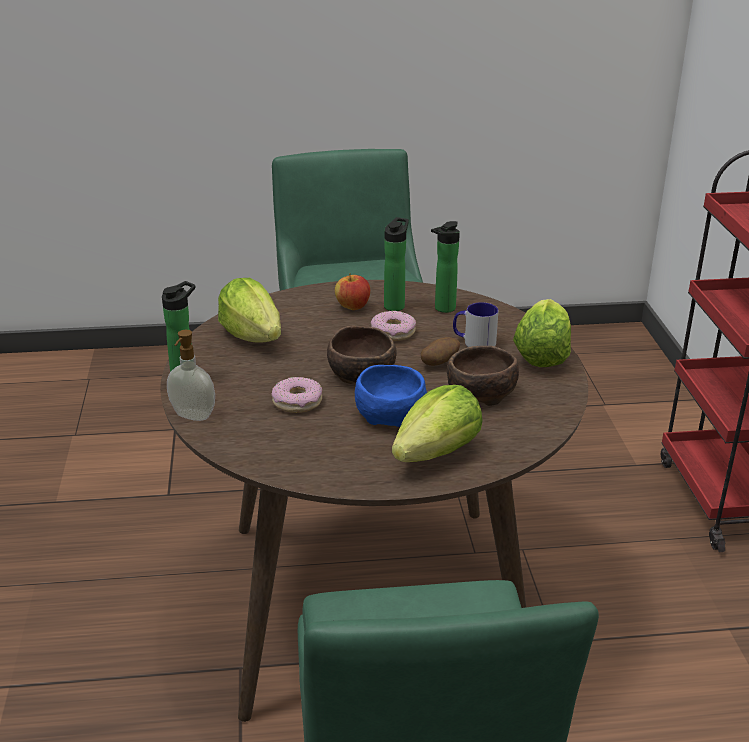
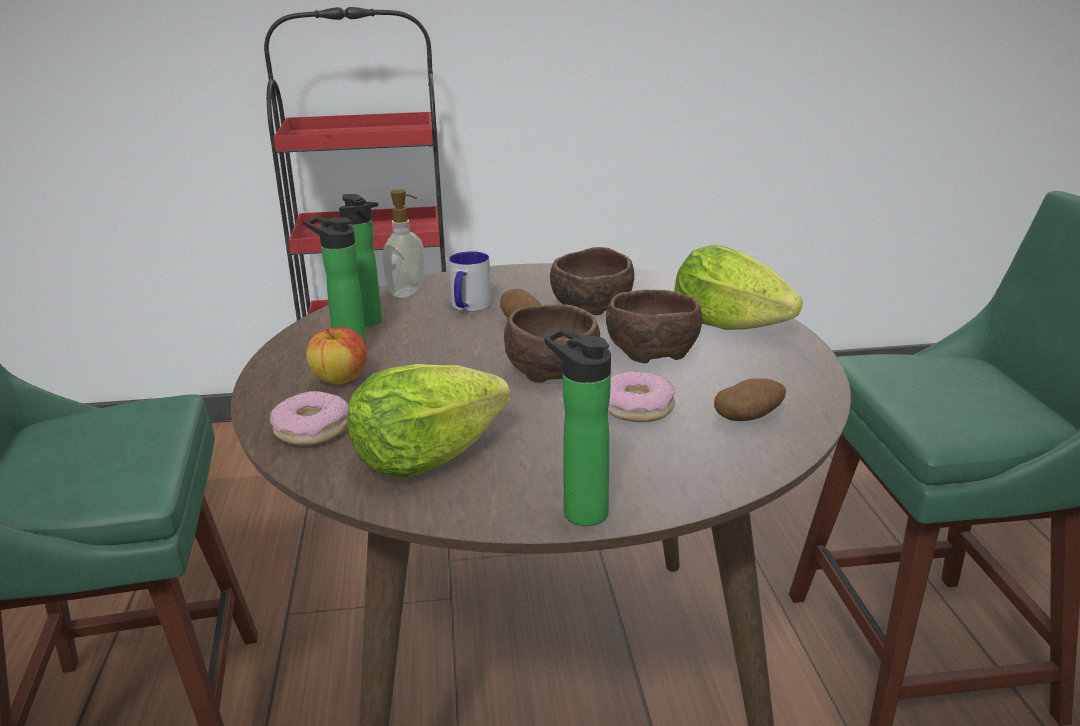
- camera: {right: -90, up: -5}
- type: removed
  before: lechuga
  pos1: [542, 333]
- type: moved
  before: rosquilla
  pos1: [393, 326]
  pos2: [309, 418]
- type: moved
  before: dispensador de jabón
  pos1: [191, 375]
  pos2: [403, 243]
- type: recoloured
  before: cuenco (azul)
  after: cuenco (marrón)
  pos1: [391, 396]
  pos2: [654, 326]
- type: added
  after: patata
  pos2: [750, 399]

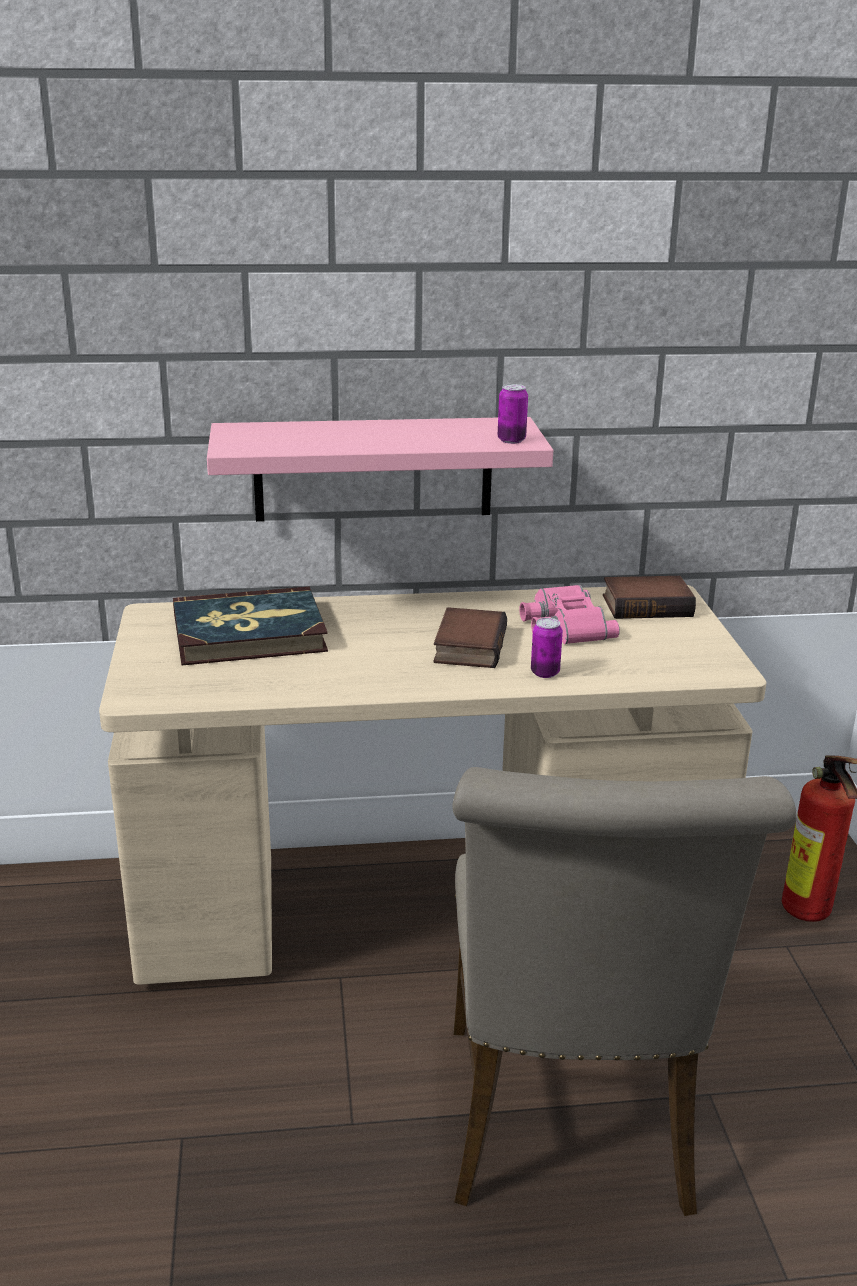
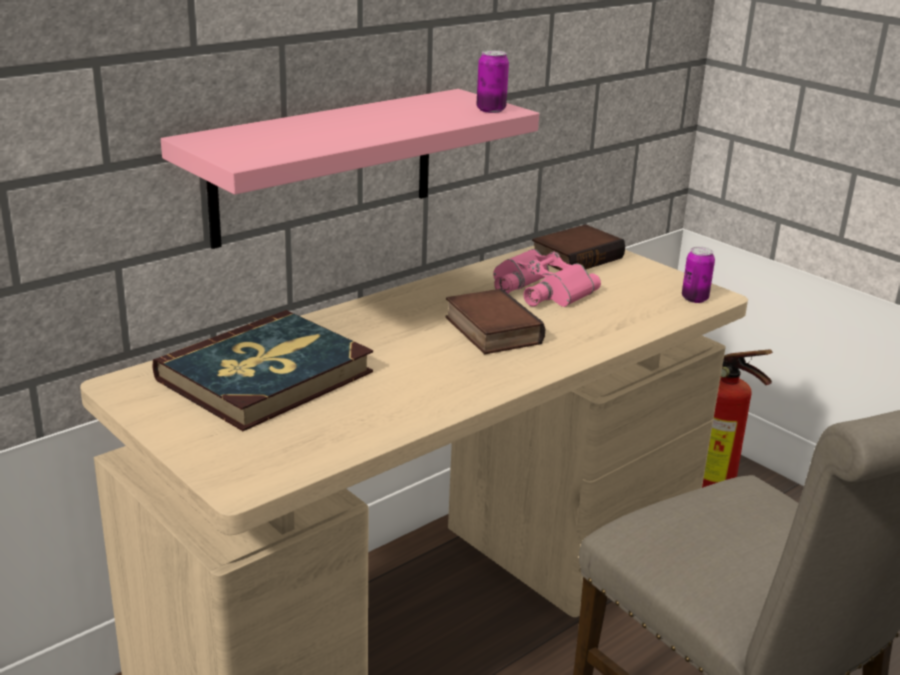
- camera: {right: -35, up: 0}
- type: moved
  before: lata
  pos1: [547, 648]
  pos2: [698, 275]

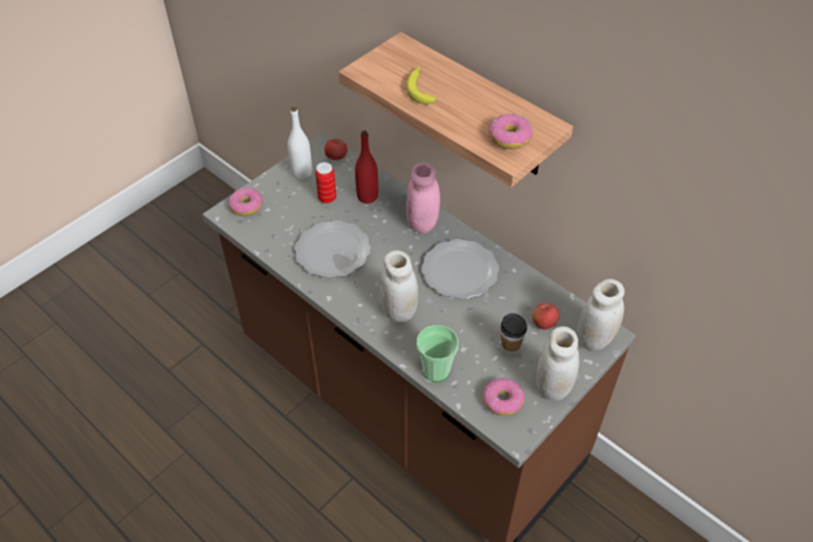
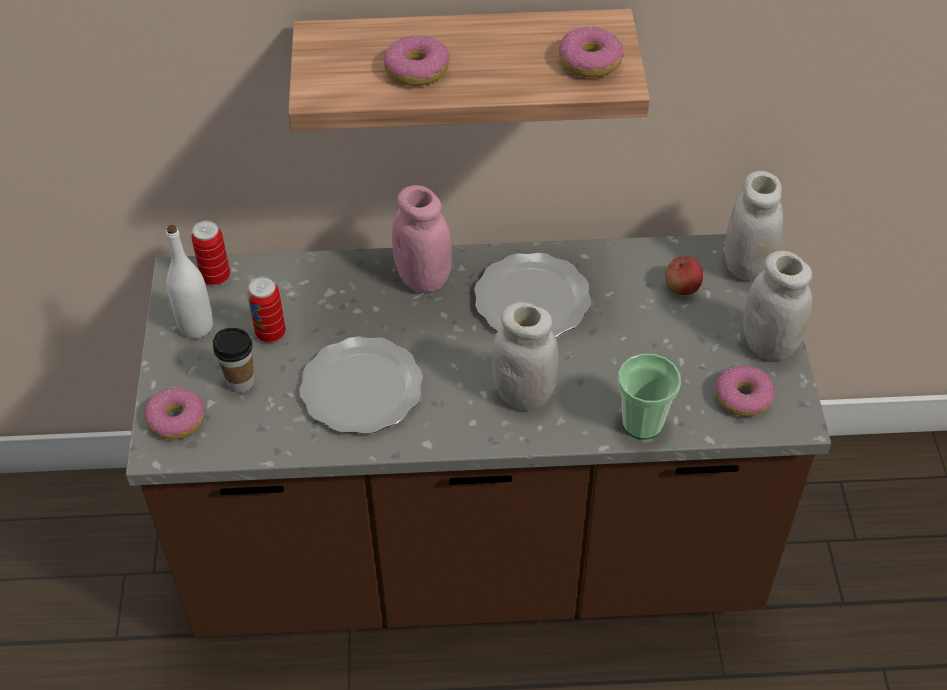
- camera: {right: -45, up: 0}
- type: replaced
  before: plátano
  after: rosquilla
  pos1: [421, 84]
  pos2: [417, 60]
- type: removed
  before: botella (rojo)
  pos1: [366, 167]
- type: replaced
  before: manzana
  after: lata
  pos1: [335, 149]
  pos2: [210, 252]
- type: moved
  before: taza
  pos1: [514, 335]
  pos2: [233, 360]

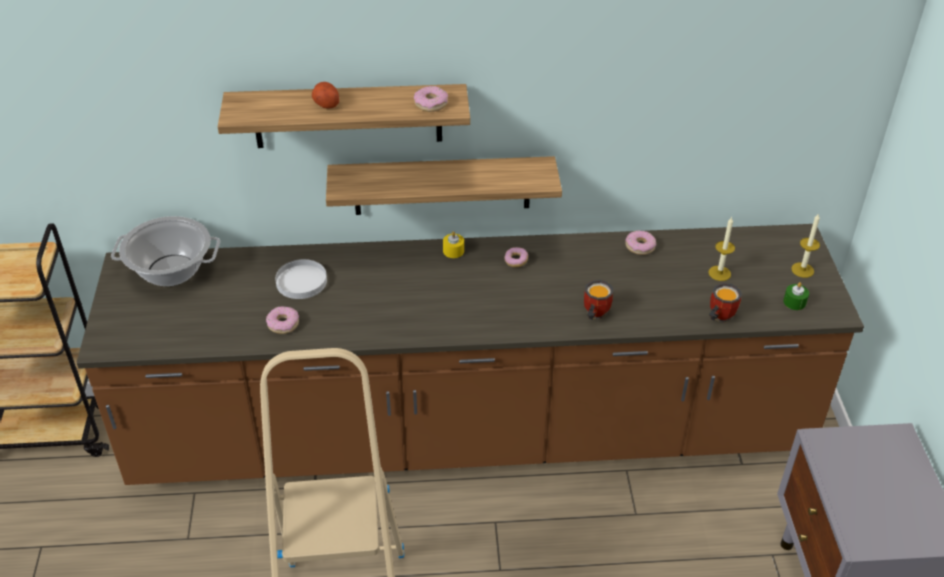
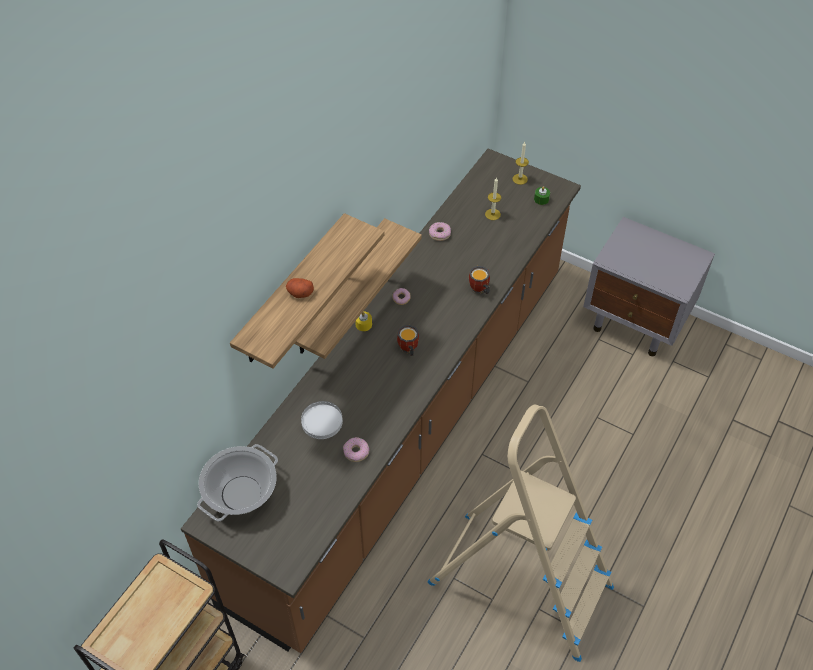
- camera: {right: -55, up: 10}
- type: removed
  before: rosquilla
  pos1: [431, 99]
- type: moved
  before: taza grande
  pos1: [725, 302]
  pos2: [408, 340]

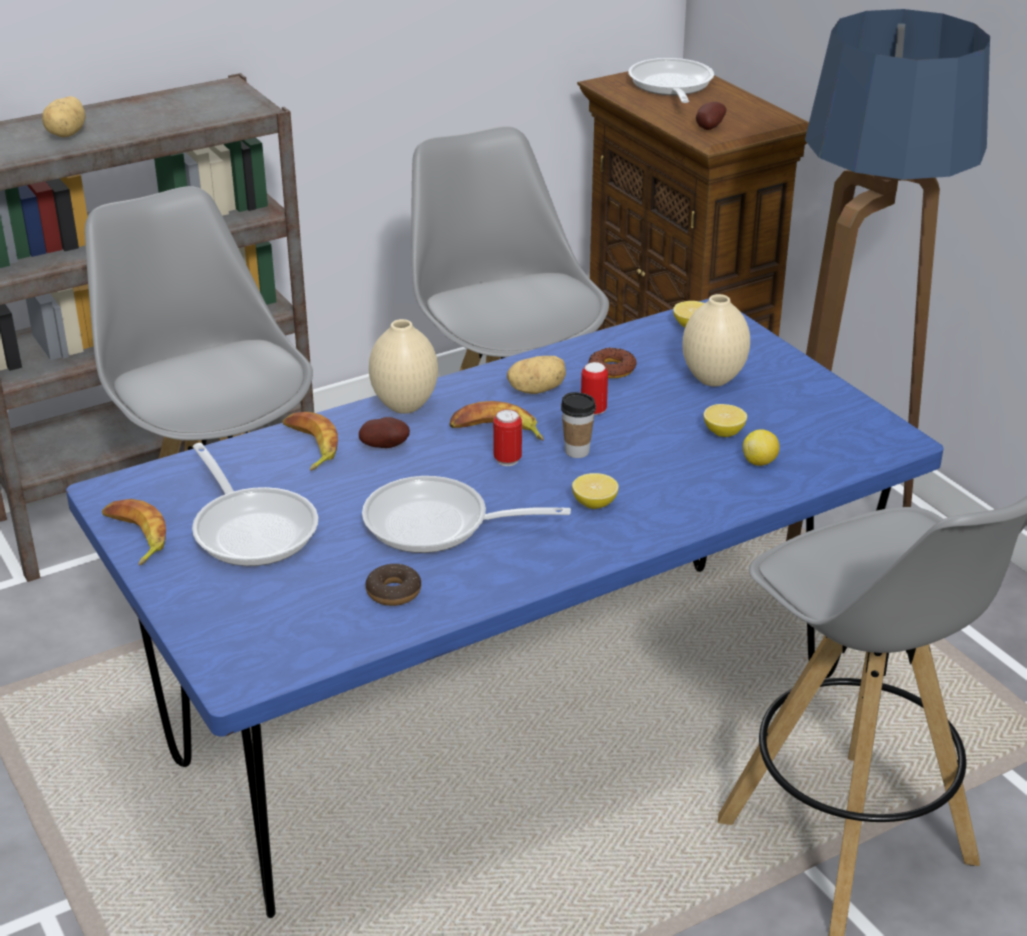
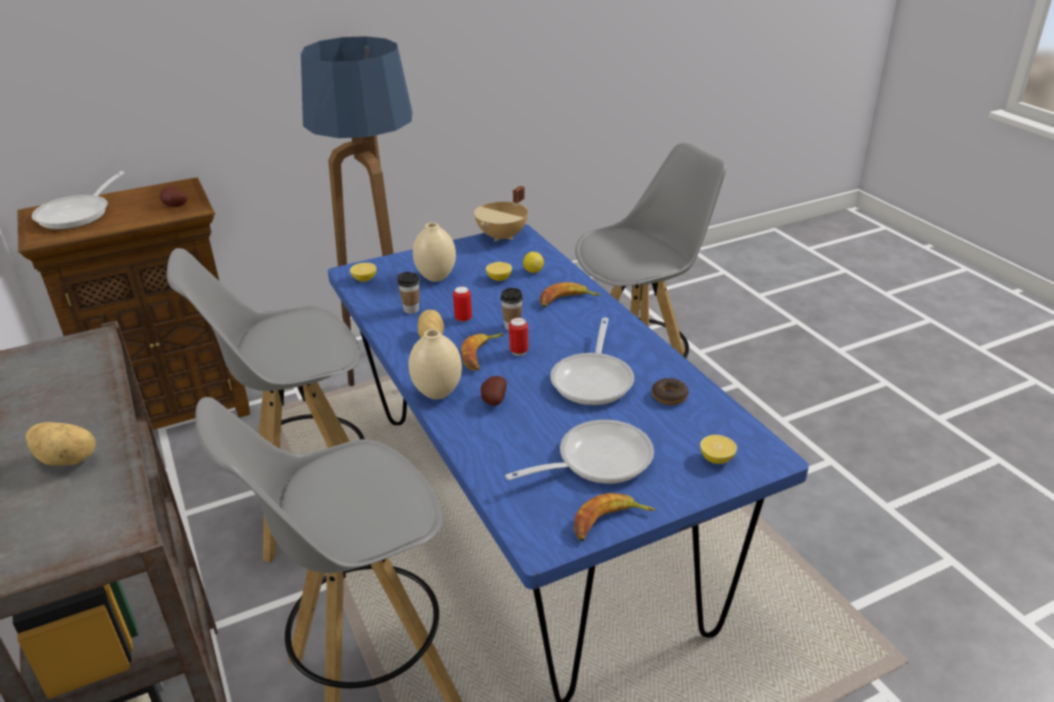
- camera: {right: -85, up: 0}
- type: turned
  before: sartén
  pos1: [671, 80]
  pos2: [78, 200]
  turn: -75
- type: replaced
  before: rosquilla
  after: taza
  pos1: [612, 362]
  pos2: [408, 293]
- type: moved
  before: plátano
  pos1: [310, 441]
  pos2: [570, 294]
- type: moved
  before: limón
  pos1: [595, 491]
  pos2: [718, 449]
- type: added
  after: olla (beis)
  pos2: [501, 214]

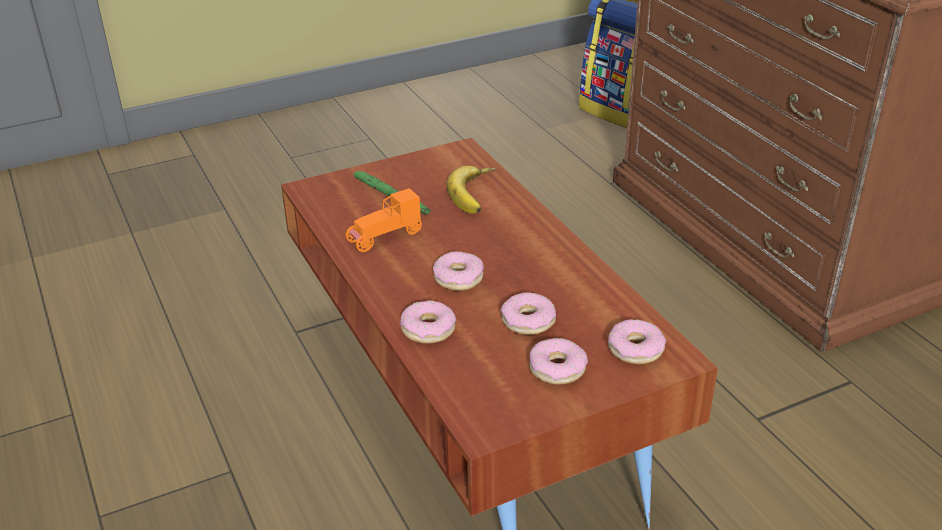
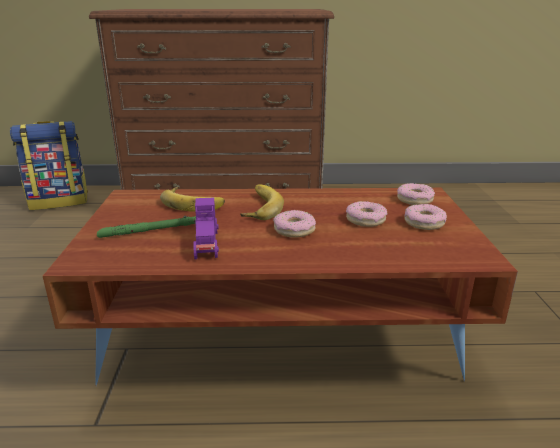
- camera: {right: -65, up: -10}
- type: recoloured
  before: coche de juguete (naranja)
  after: coche de juguete (morado)
  pos1: [383, 220]
  pos2: [206, 228]
- type: removed
  before: rosquilla
  pos1: [428, 322]
- type: added
  after: plátano
  pos2: [262, 202]

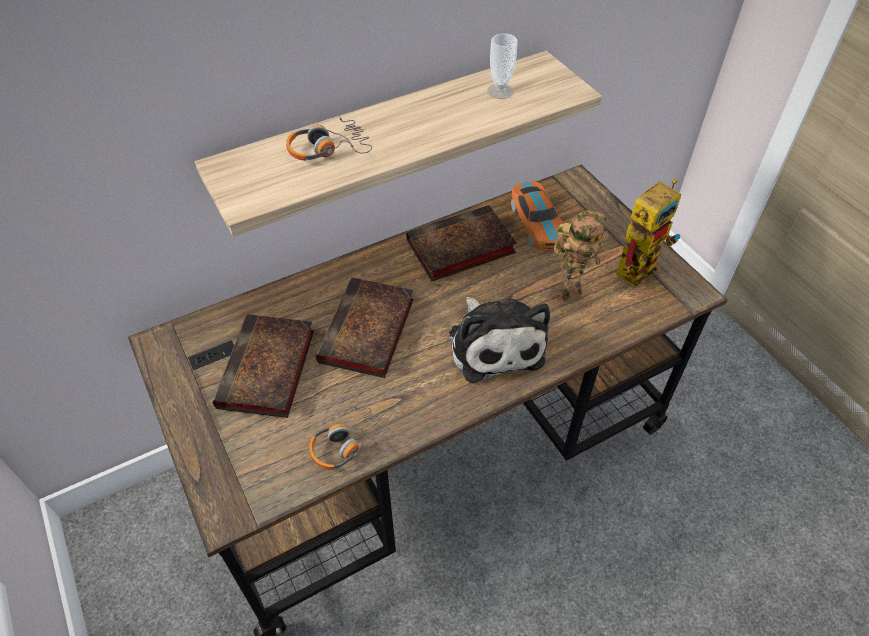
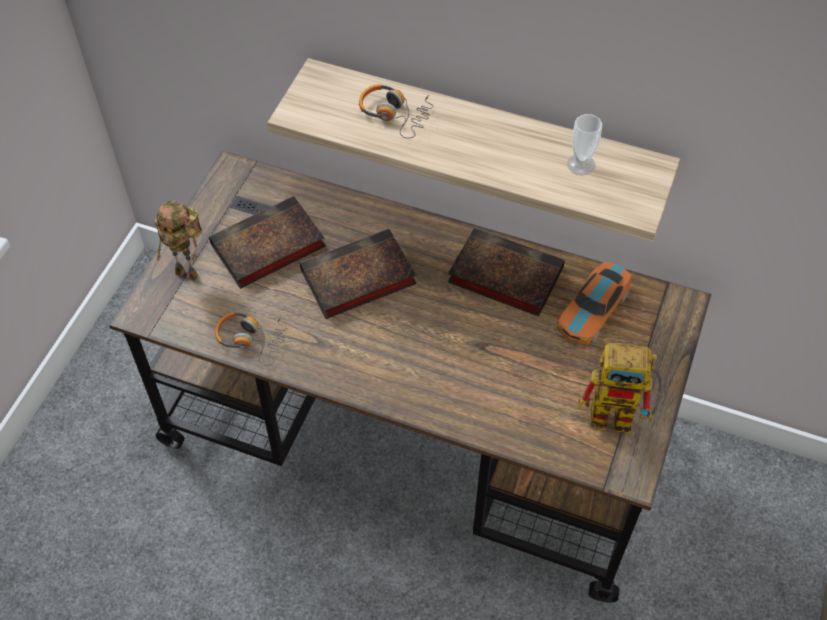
- camera: {right: 50, up: 5}
- type: moved
  before: robot de juguete
  pos1: [580, 256]
  pos2: [178, 240]
- type: removed
  before: peluche
  pos1: [499, 340]

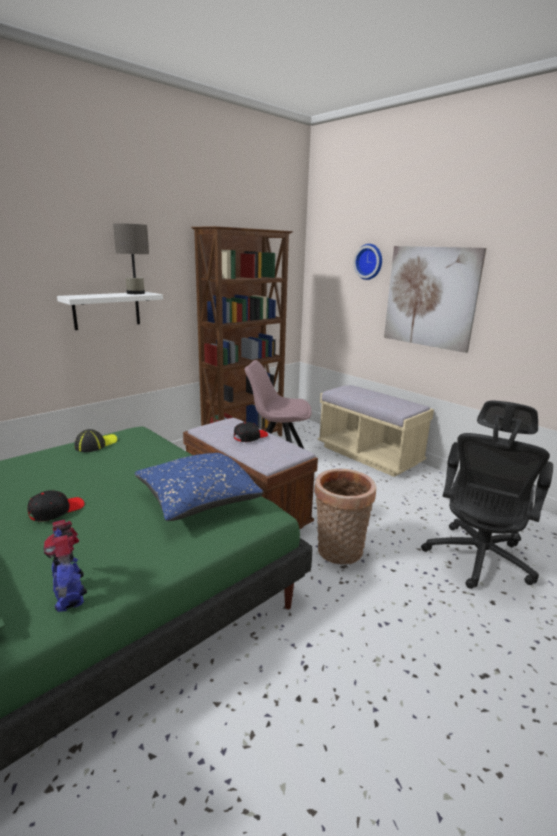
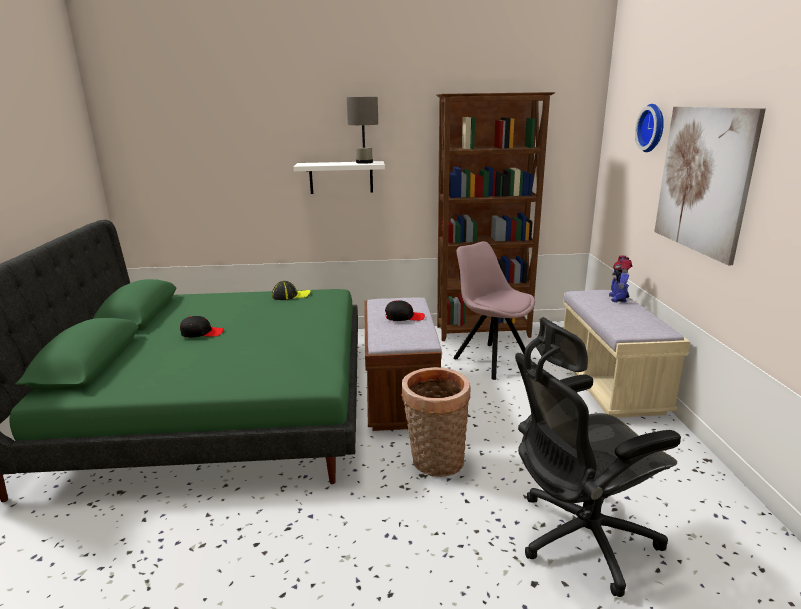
- camera: {right: 40, up: 0}
- type: removed
  before: cojín (azul)
  pos1: [199, 487]
- type: moved
  before: robot de juguete
  pos1: [65, 566]
  pos2: [621, 279]

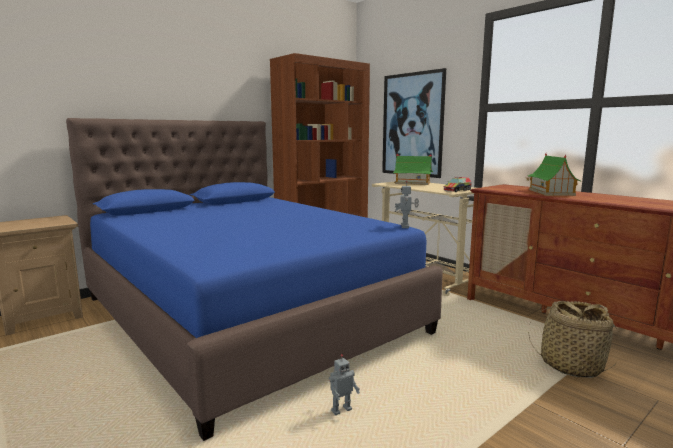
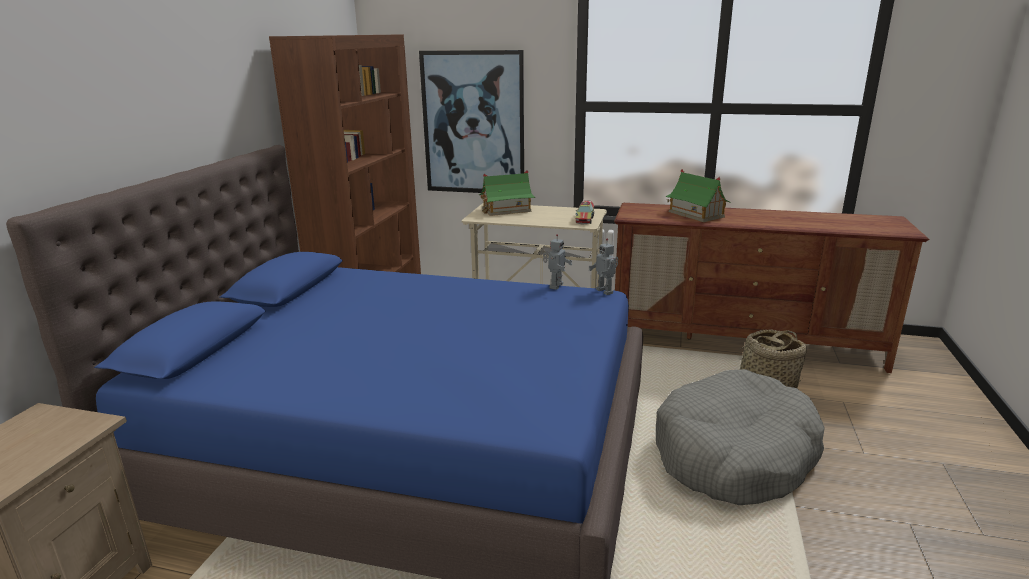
- camera: {right: -35, up: 10}
- type: moved
  before: robot de juguete
  pos1: [344, 384]
  pos2: [558, 262]
- type: added
  after: cama para perro (gris)
  pos2: [740, 437]

